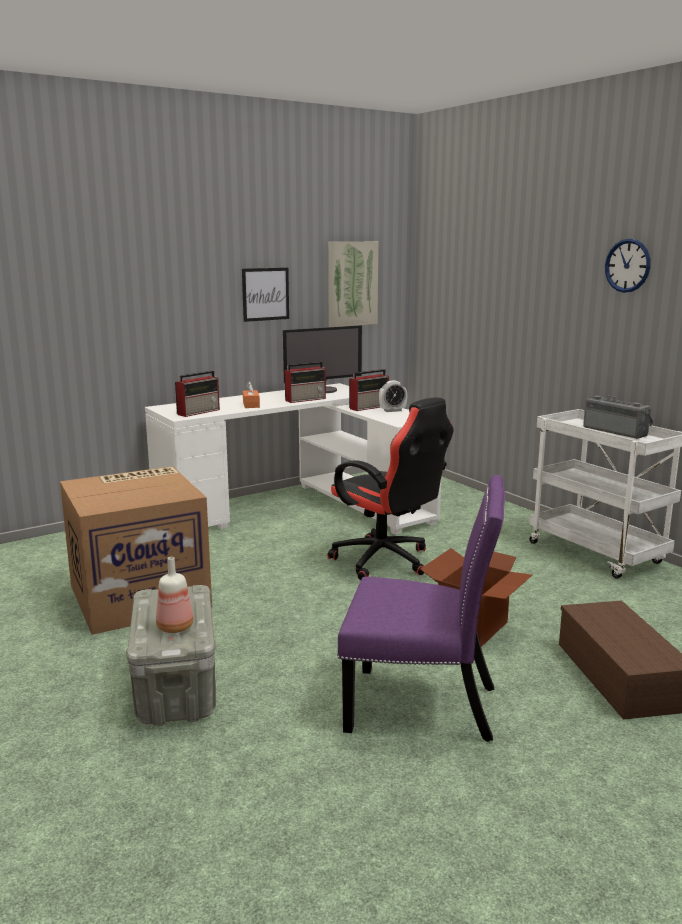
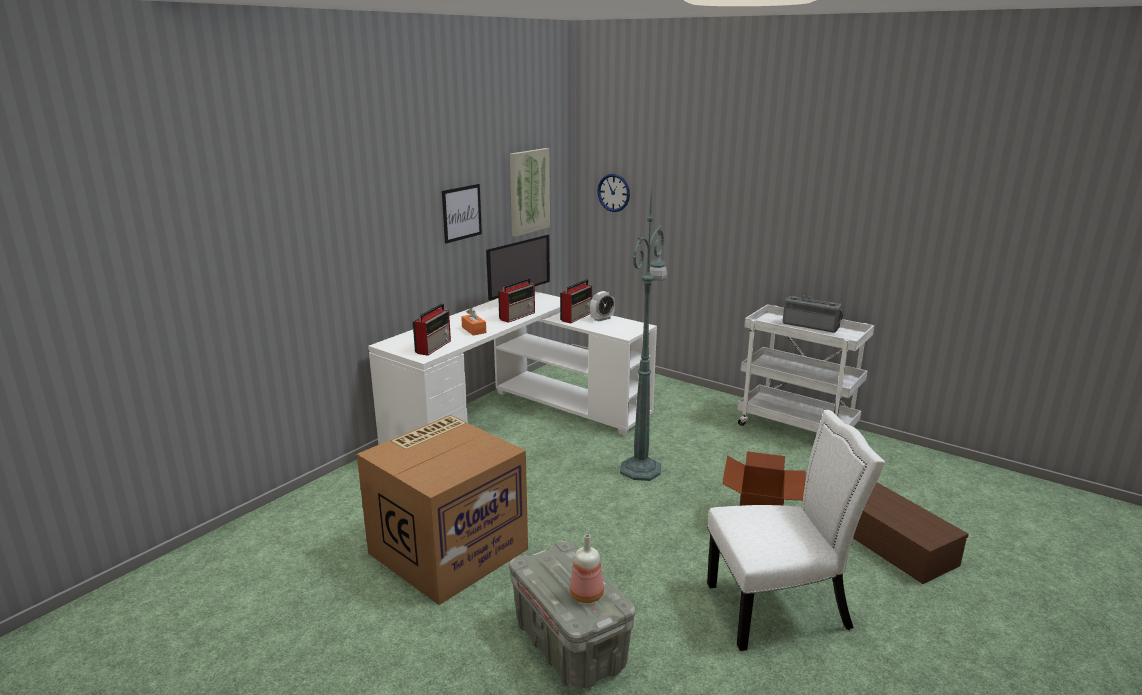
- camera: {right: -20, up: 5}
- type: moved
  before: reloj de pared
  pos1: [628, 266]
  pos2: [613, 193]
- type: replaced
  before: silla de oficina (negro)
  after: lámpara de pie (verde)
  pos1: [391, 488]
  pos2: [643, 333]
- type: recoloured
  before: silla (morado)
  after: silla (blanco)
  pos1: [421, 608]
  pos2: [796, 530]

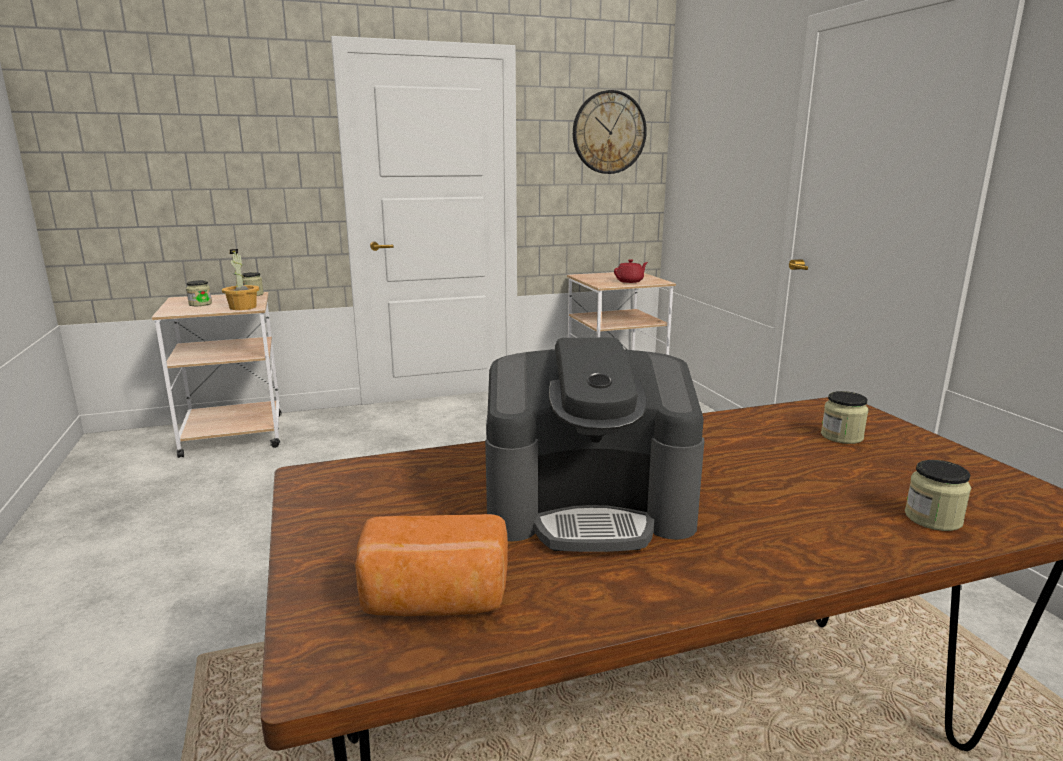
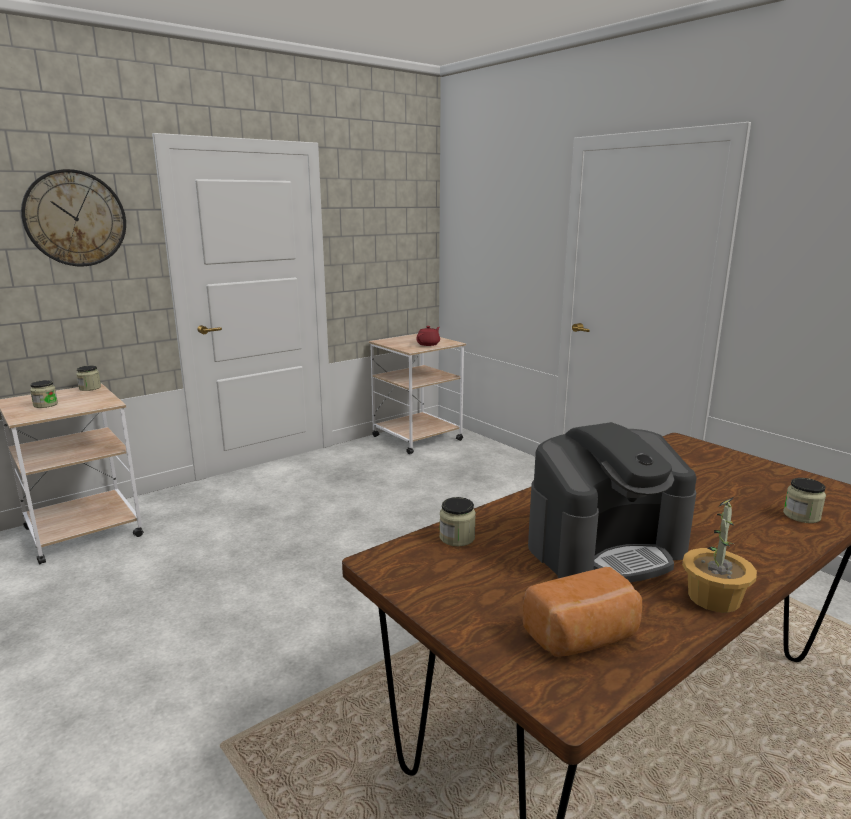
- camera: {right: -20, up: 0}
- type: moved
  before: reloj de pared
  pos1: [610, 132]
  pos2: [73, 217]
- type: moved
  before: planta en maceta
  pos1: [240, 279]
  pos2: [719, 554]
- type: moved
  before: tarro
  pos1: [845, 417]
  pos2: [458, 521]

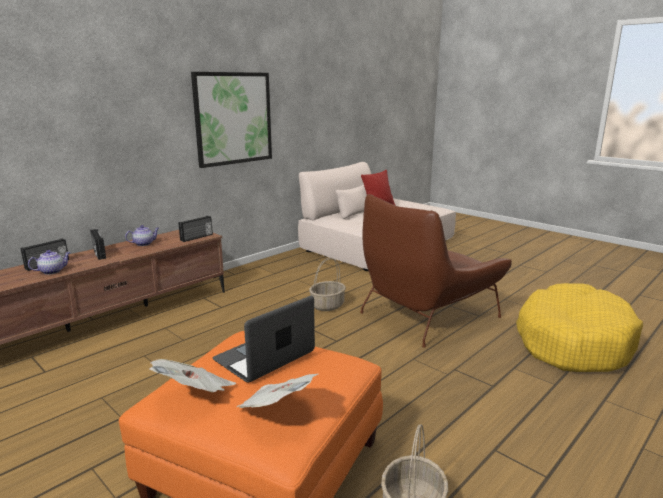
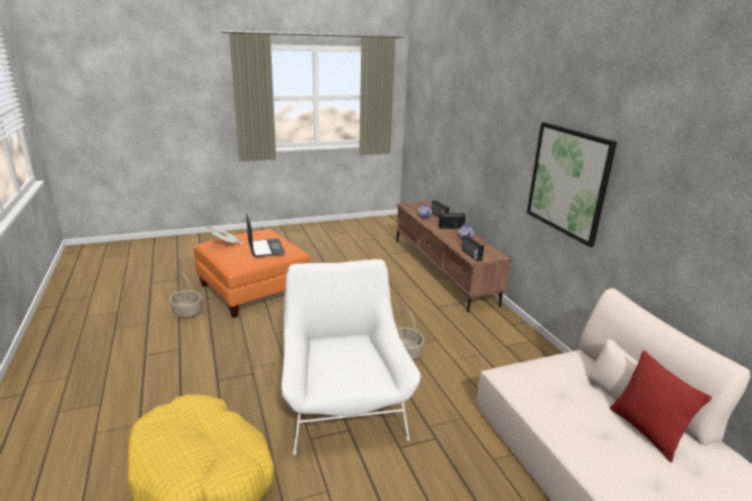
- camera: {right: 115, up: 5}
- type: recoloured
  before: sillón (marrón)
  after: sillón (blanco)
  pos1: [436, 271]
  pos2: [351, 357]
- type: removed
  before: periódico
  pos1: [192, 375]

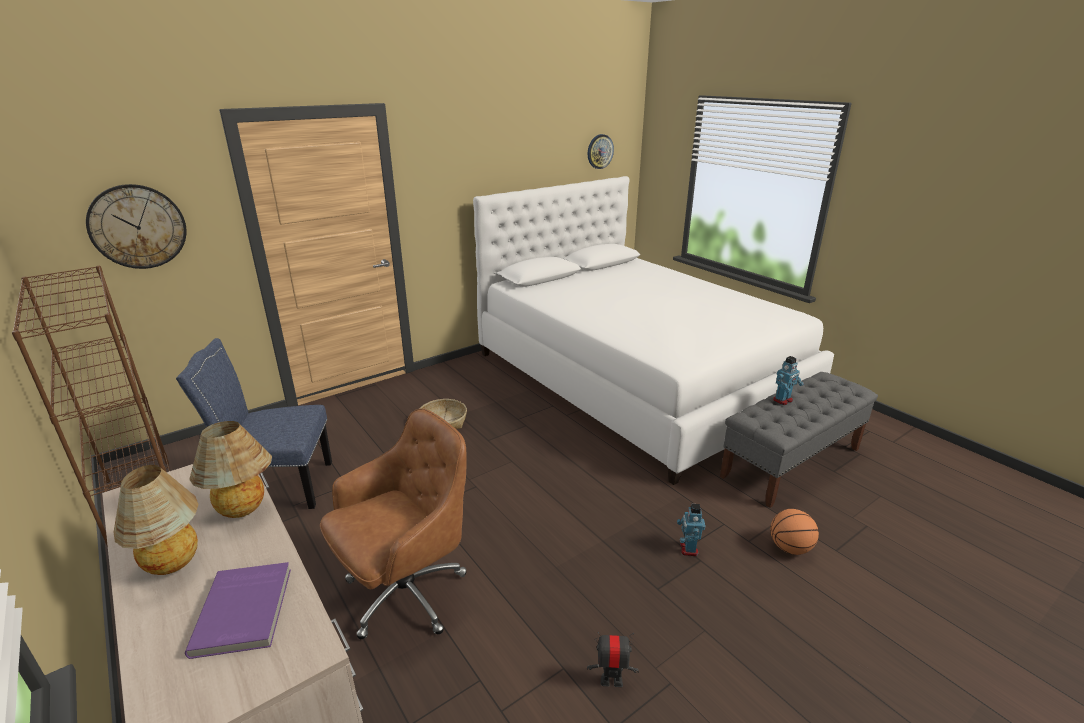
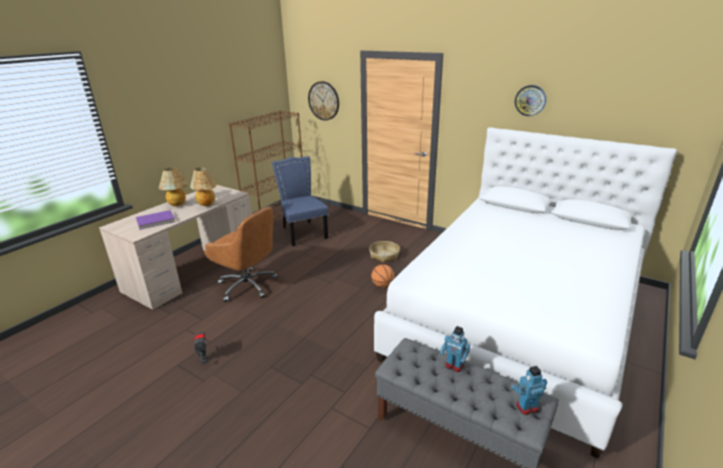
- camera: {right: 70, up: 0}
- type: moved
  before: reloj de pared
  pos1: [601, 151]
  pos2: [530, 100]
- type: moved
  before: robot de juguete
  pos1: [691, 530]
  pos2: [529, 390]
- type: moved
  before: balón de baloncesto
  pos1: [794, 532]
  pos2: [383, 276]

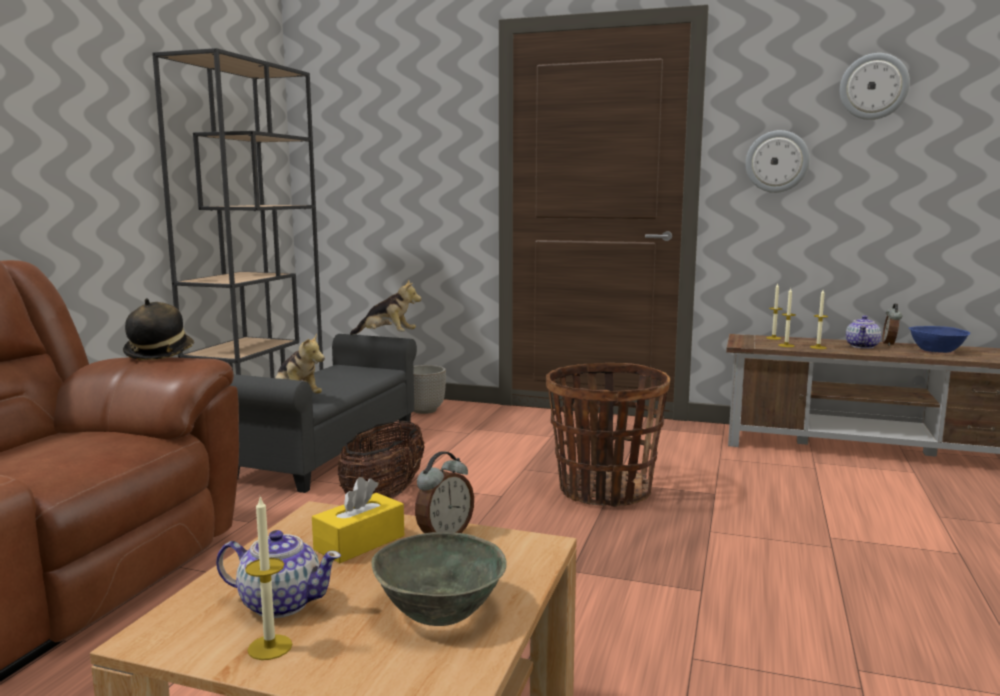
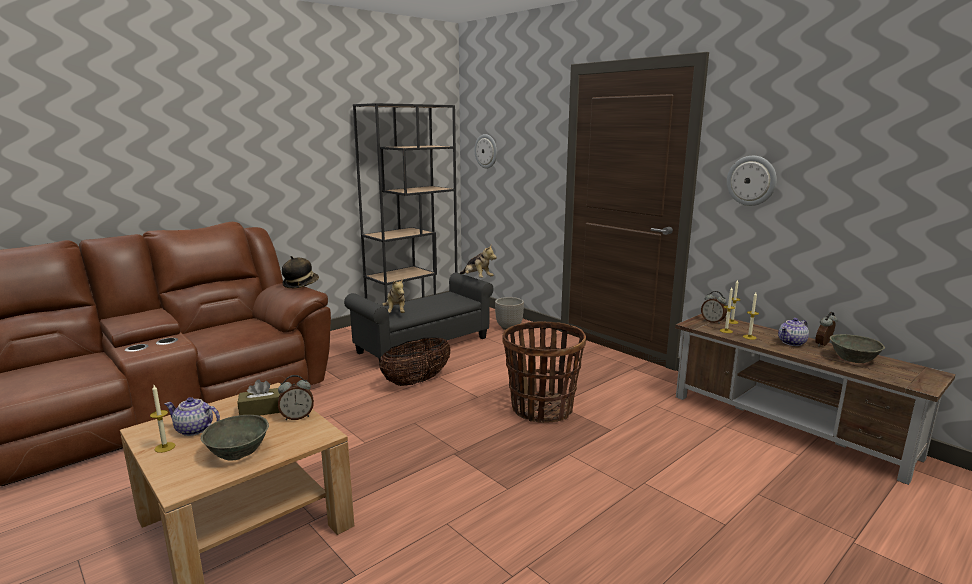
- camera: {right: 30, up: 5}
- type: moved
  before: reloj de pared
  pos1: [875, 86]
  pos2: [485, 151]
- type: recoloured
  before: cuenco (azul)
  after: cuenco (gris)
  pos1: [939, 339]
  pos2: [857, 348]
- type: recoloured
  before: caja de pañuelos (amarillo)
  after: caja de pañuelos (marrón)
  pos1: [358, 520]
  pos2: [259, 397]
- type: turned
  before: tetera
  pos1: [278, 574]
  pos2: [192, 416]
  turn: 150
- type: added
  after: despertador
  pos2: [714, 307]

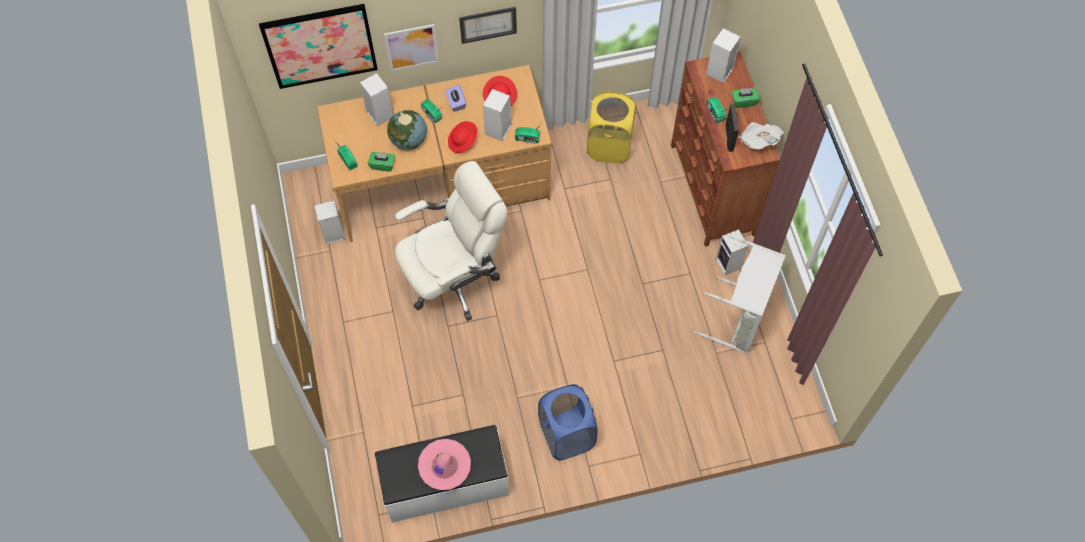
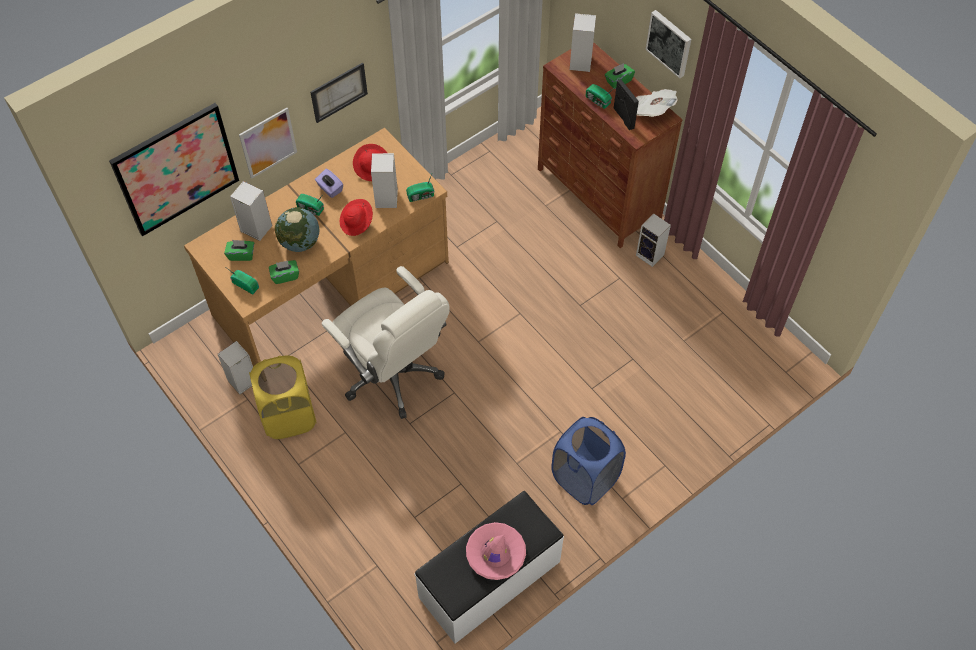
- camera: {right: -25, up: -5}
- type: moved
  before: cesto de la ropa (amarillo)
  pos1: [611, 127]
  pos2: [282, 397]
- type: turned
  before: silla de oficina (blanco)
  pos1: [451, 241]
  pos2: [386, 342]
  turn: 105
- type: removed
  before: cesto de la ropa (gris)
  pos1: [740, 294]
- type: added
  after: cuadro
  pos2: [668, 44]
- type: added
  after: caja de pañuelos (verde)
  pos2: [239, 250]

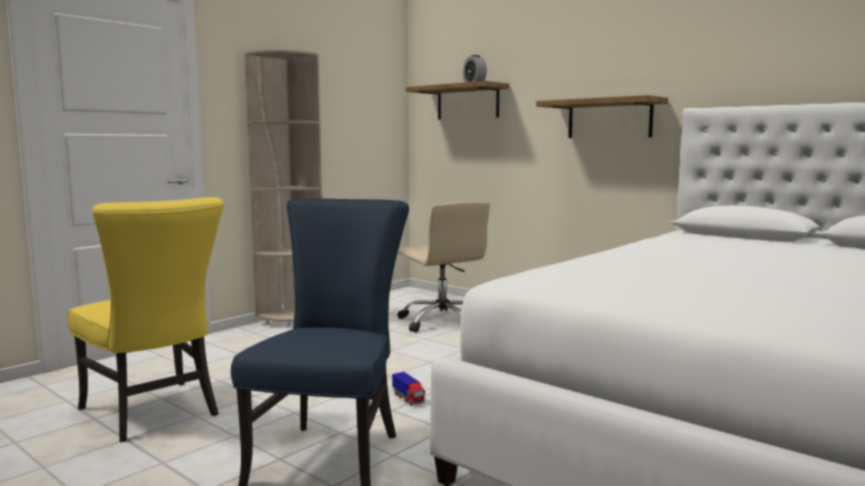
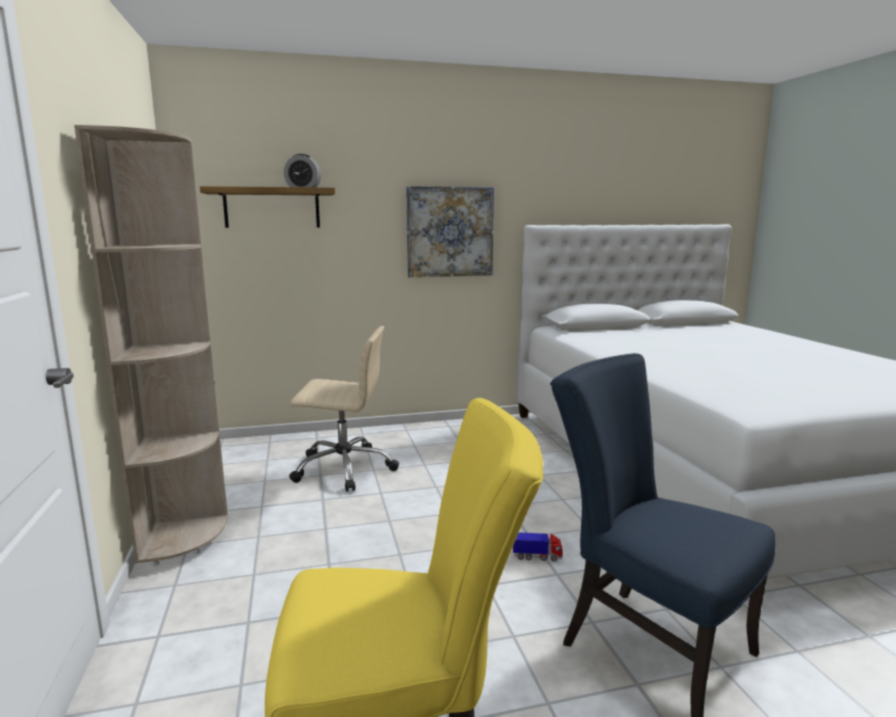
- camera: {right: -55, up: 5}
- type: replaced
  before: estante
  after: cuadro
  pos1: [602, 116]
  pos2: [450, 231]

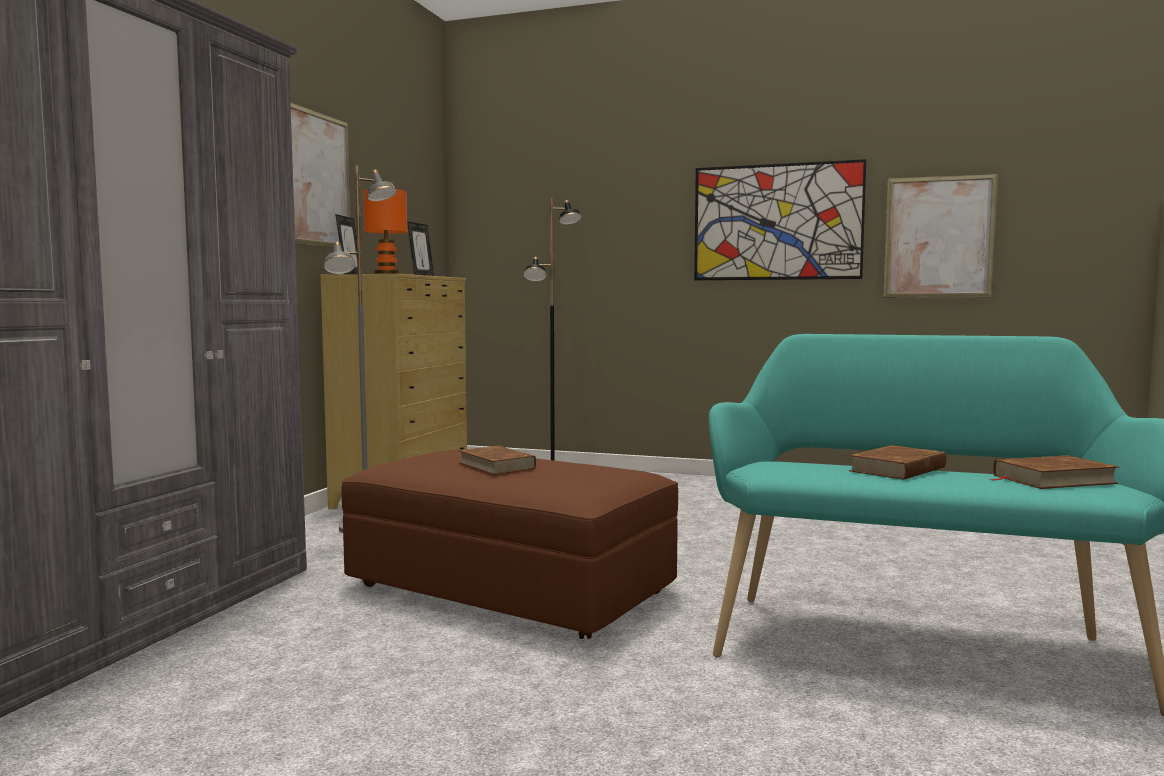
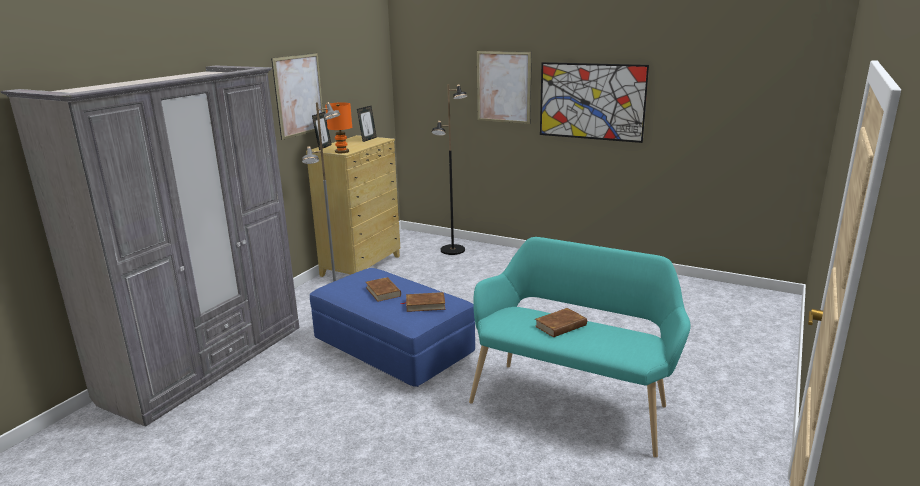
- camera: {right: 10, up: 15}
- type: moved
  before: cuadro
  pos1: [940, 236]
  pos2: [504, 87]
- type: recoloured
  before: puf (marrón)
  after: puf (azul)
  pos1: [509, 544]
  pos2: [392, 327]
- type: moved
  before: libro (marrón)
  pos1: [1054, 472]
  pos2: [422, 302]

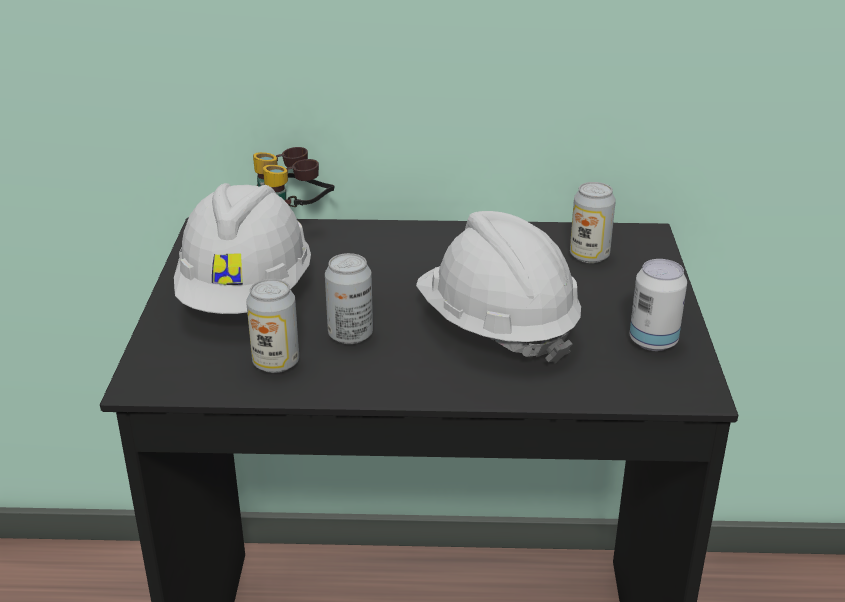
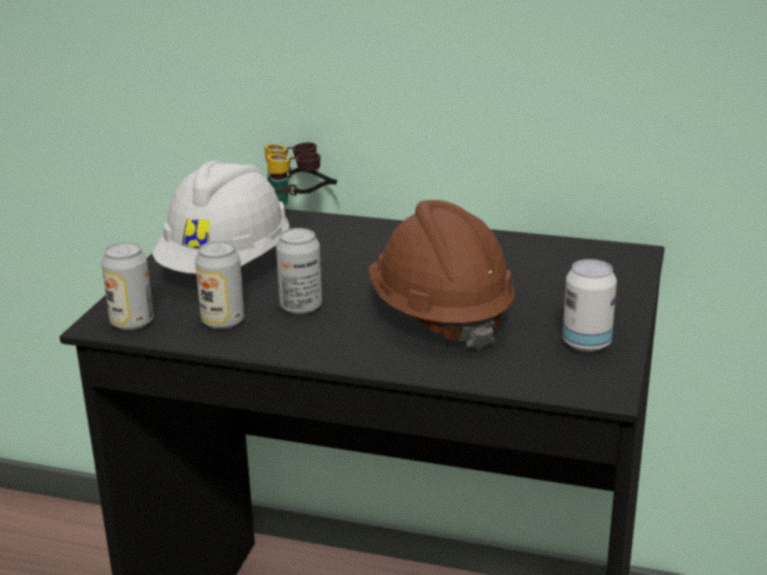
- camera: {right: 15, up: -5}
- type: moved
  before: lata
  pos1: [593, 222]
  pos2: [127, 286]
- type: recoloured
  before: casco (blanco)
  after: casco (marrón)
  pos1: [498, 287]
  pos2: [441, 275]

